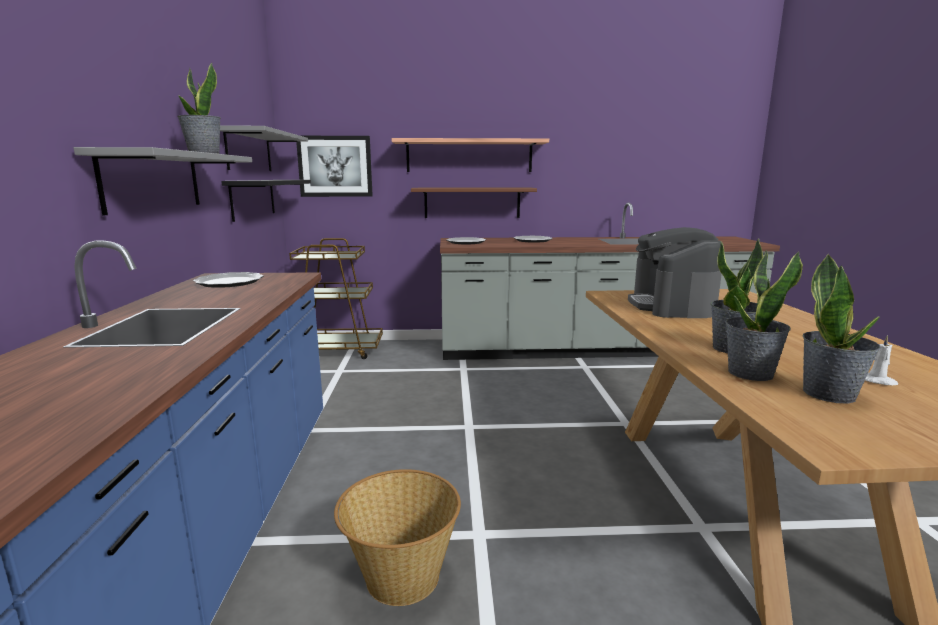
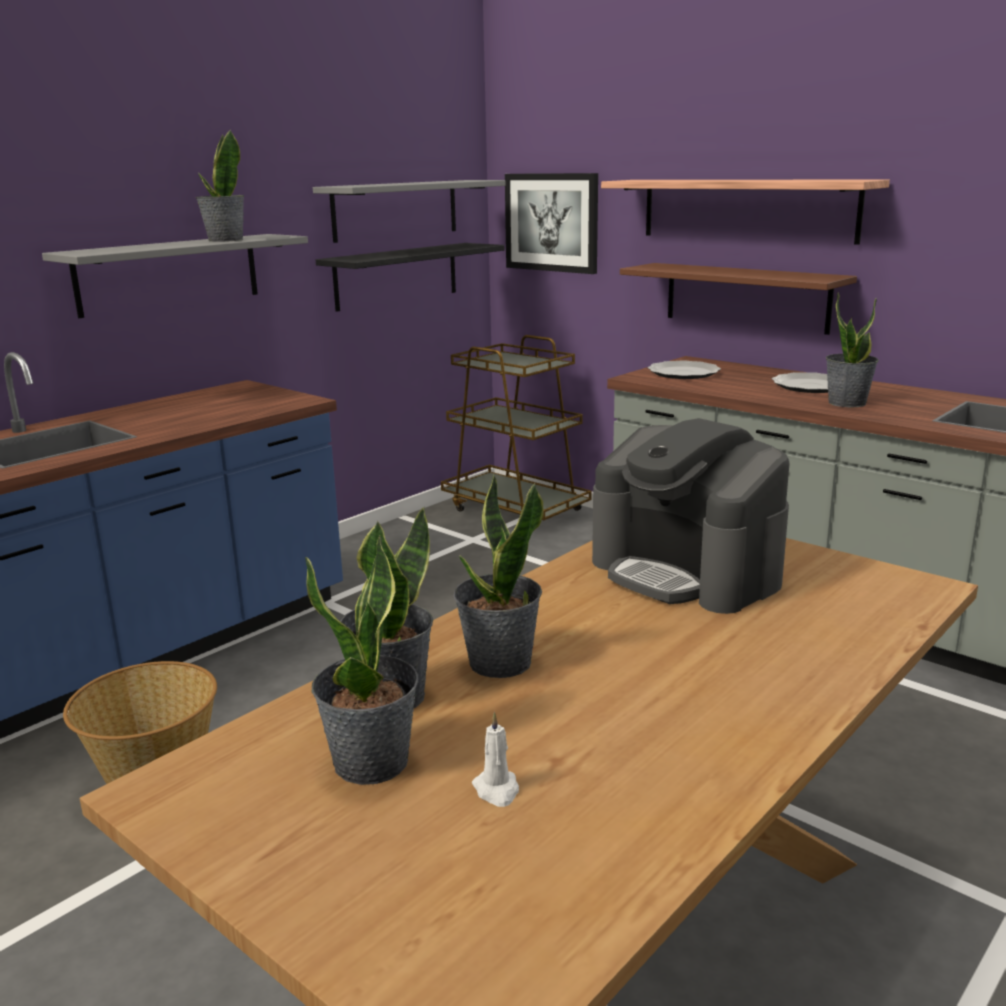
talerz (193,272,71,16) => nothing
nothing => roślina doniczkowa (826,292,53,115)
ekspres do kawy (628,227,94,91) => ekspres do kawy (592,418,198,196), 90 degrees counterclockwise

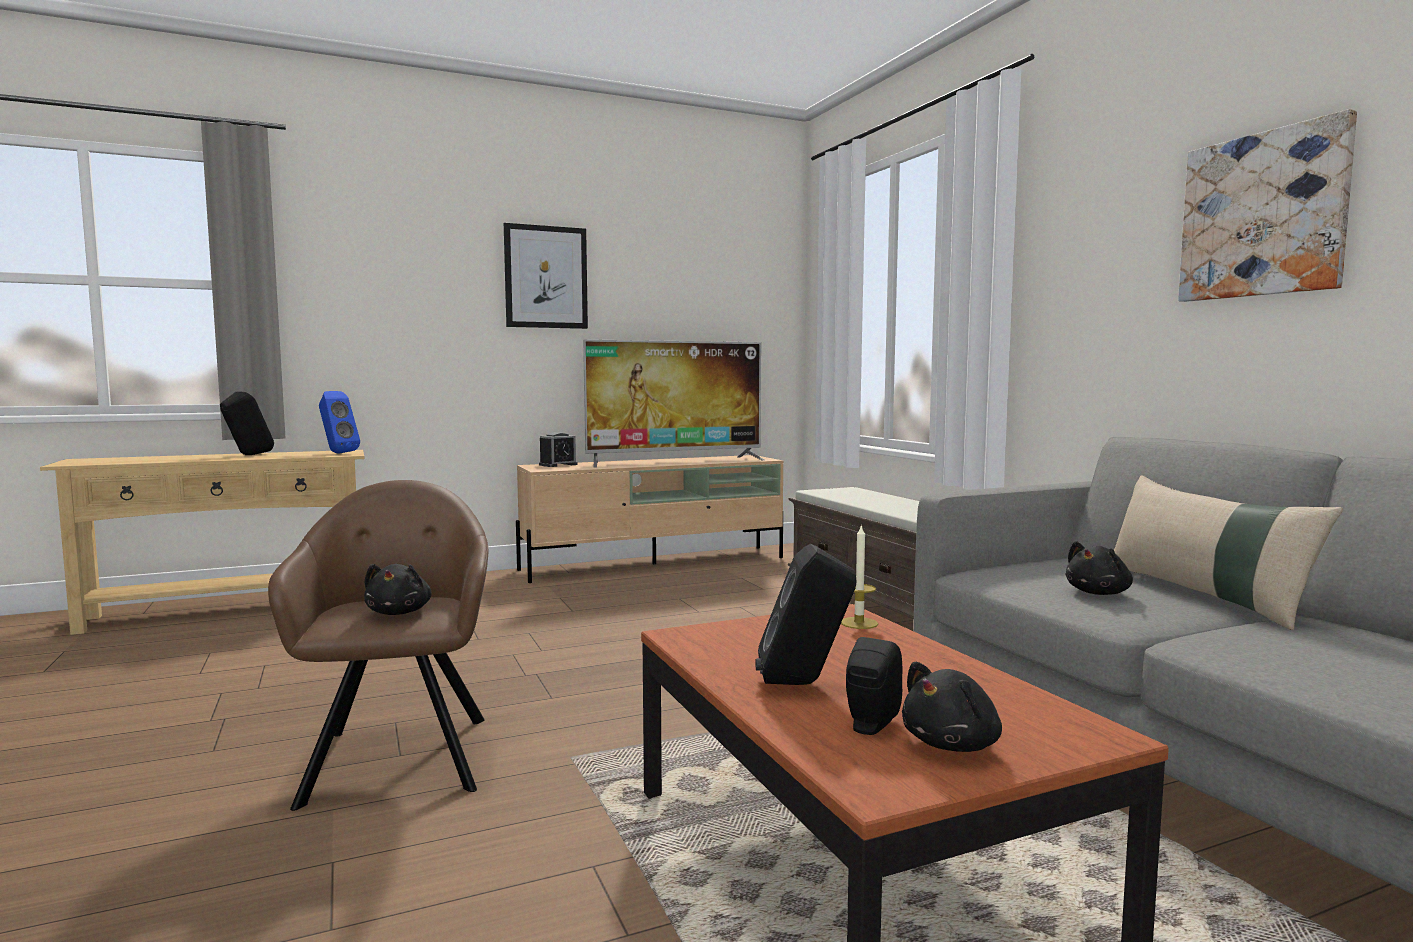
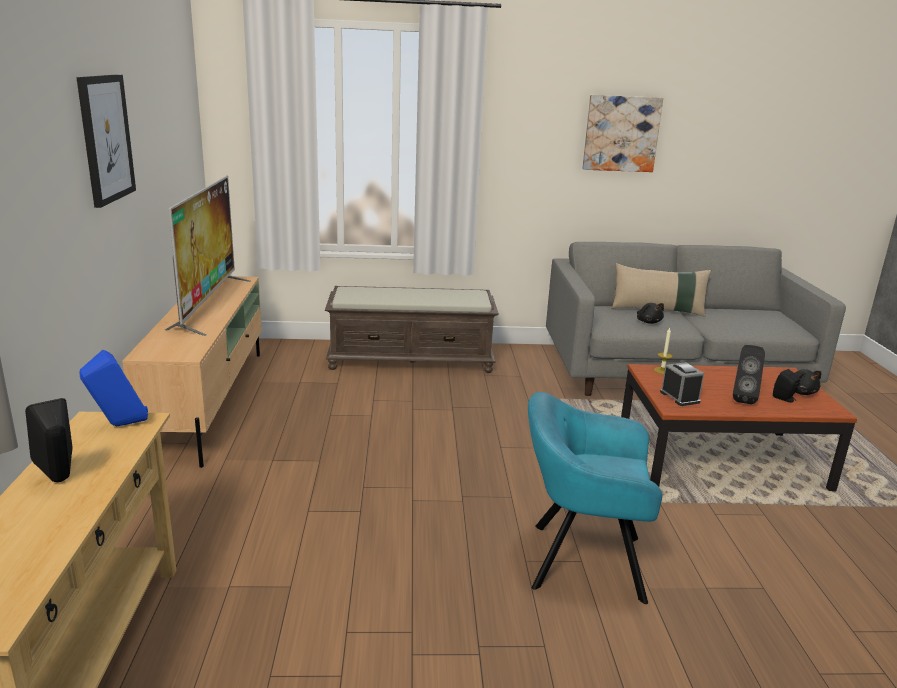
pluszak (czarny) (364,564,68,51) => nothing
budzik (539,432,39,35) => budzik (660,362,44,44), moved
fotel (brązowy) (268,480,220,331) => fotel (turkusowy) (528,392,134,212)

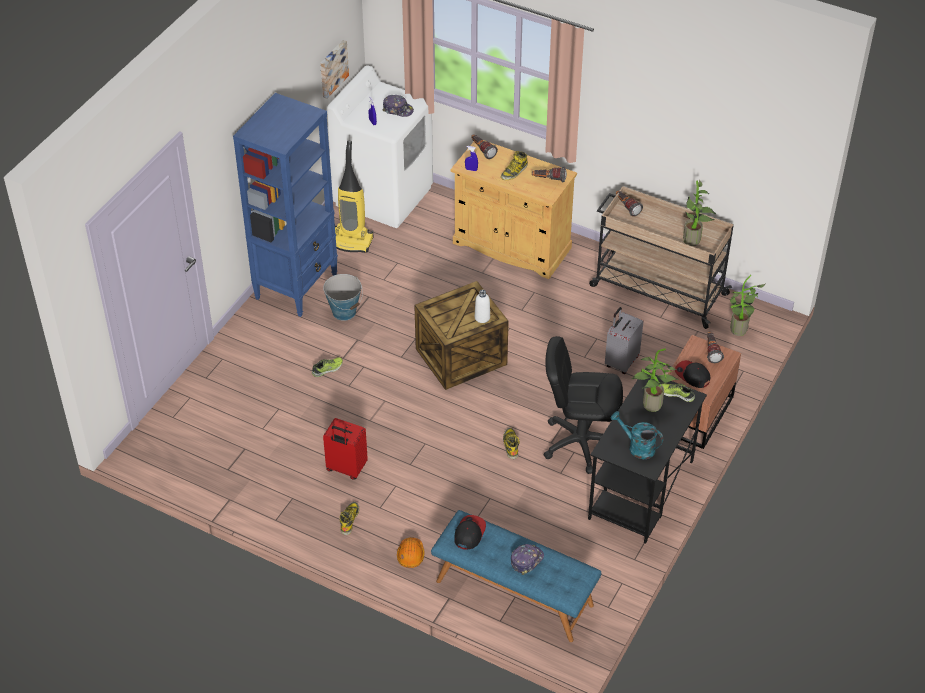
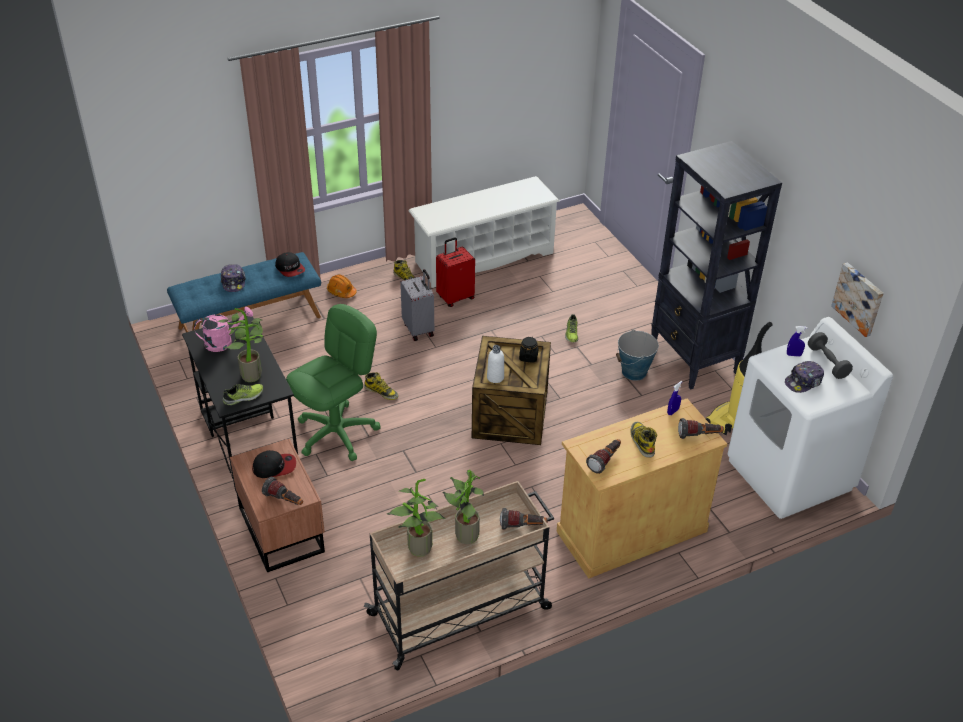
nothing => regał na buty (biały) (408,176,152,112)
nothing => słoik (czarny) (519,337,20,26)
nothing => hantel (szary) (808,332,45,47)
walizka (szary) (605,307,39,67) => walizka (szary) (400,269,34,72), moved
roślina doniczkowa (730,275,35,61) => roślina doniczkowa (442,470,42,74), moved
regał (niebieski) (233,93,105,224) => regał (czarny) (651,141,131,249)
krzesło biurowe (czarny) (544,336,79,138) => krzesło biurowe (zielony) (286,304,95,157)
konewka (turkusowy) (610,411,53,48) => konewka (różowy) (194,307,59,45)

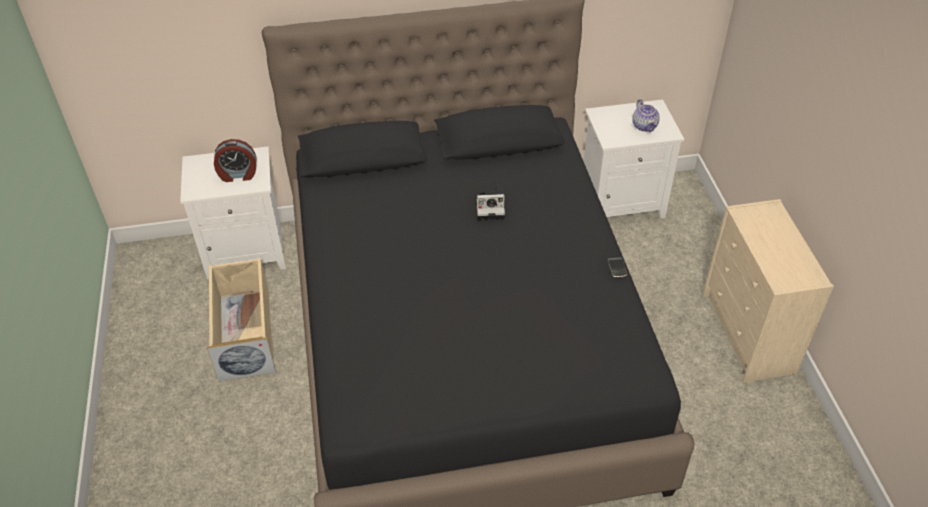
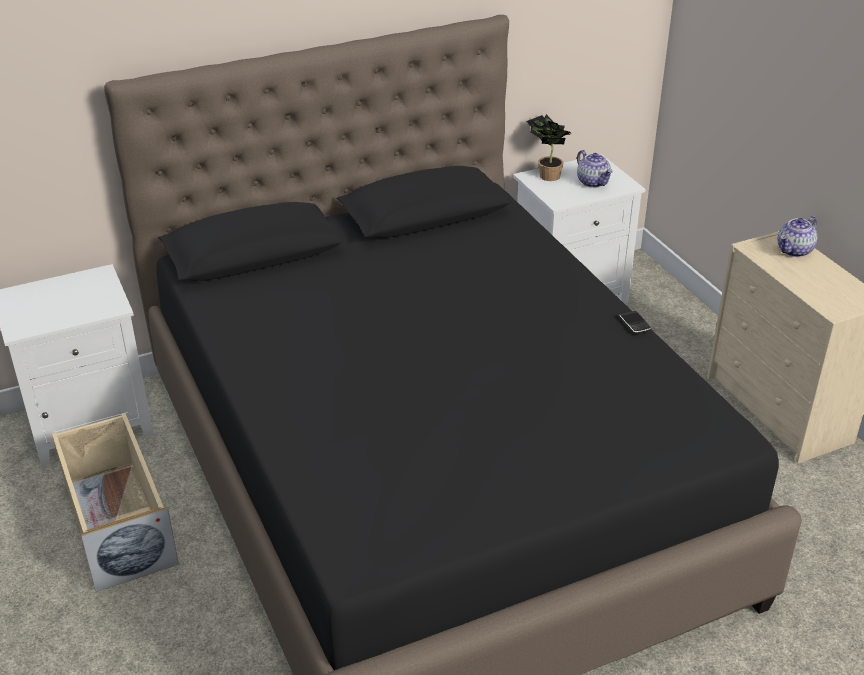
budzik (214,139,43,43) => nothing
aparat fotograficzny (475,184,30,37) => nothing
nothing => roślina doniczkowa (527,114,45,67)
nothing => imbryk (778,216,39,41)

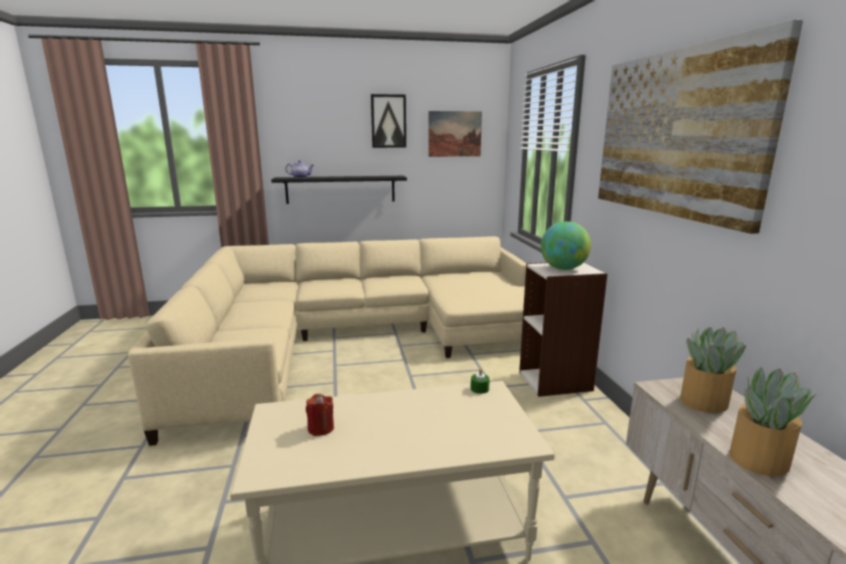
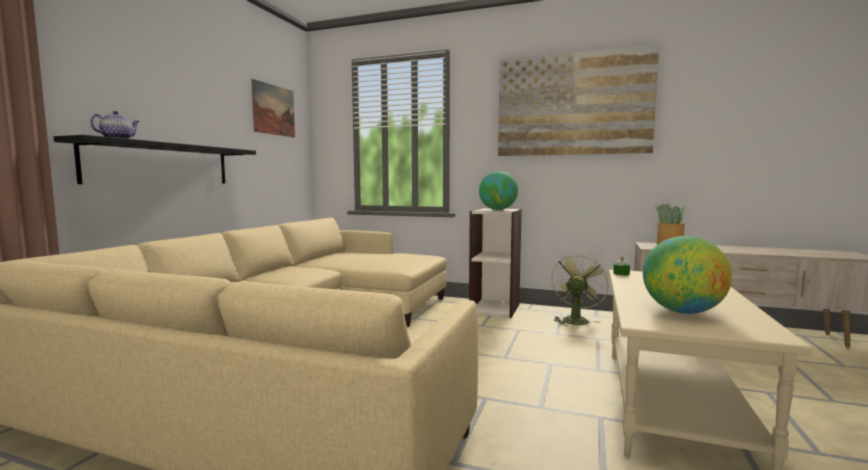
obraz (371,94,35,54) => nothing
roślina doniczkowa (730,367,87,109) => nothing
nothing => wentylator (zielony) (551,254,58,72)
świeca (czerwony) (306,394,28,42) => globus (643,236,89,78)

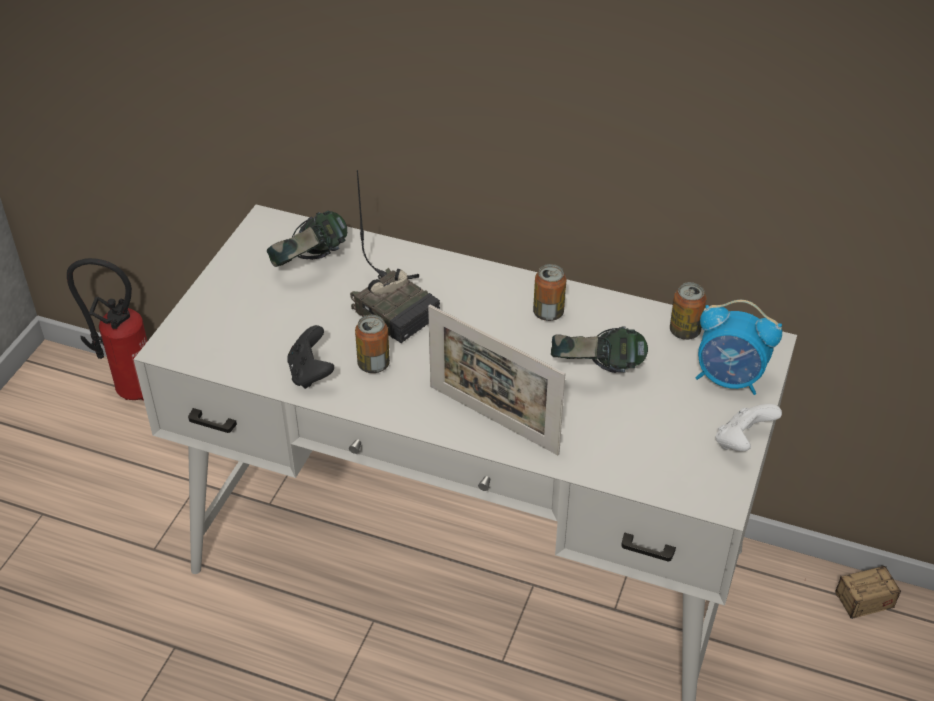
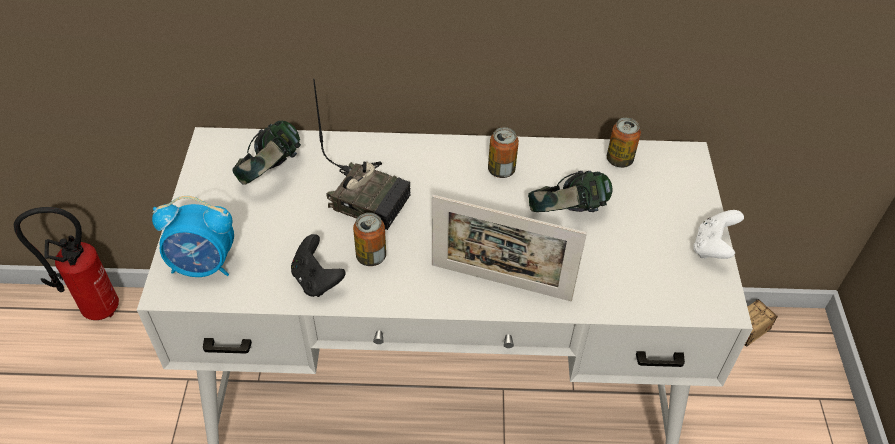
budzik (696,300,86,95) => budzik (152,196,82,81), moved

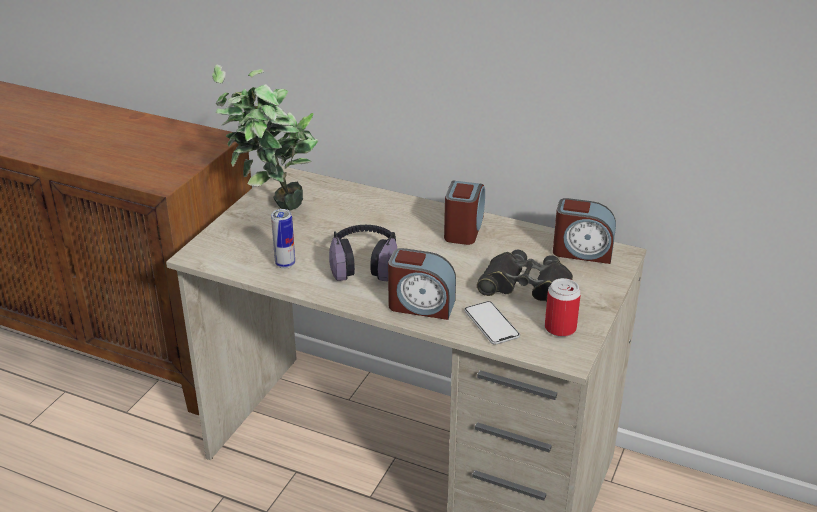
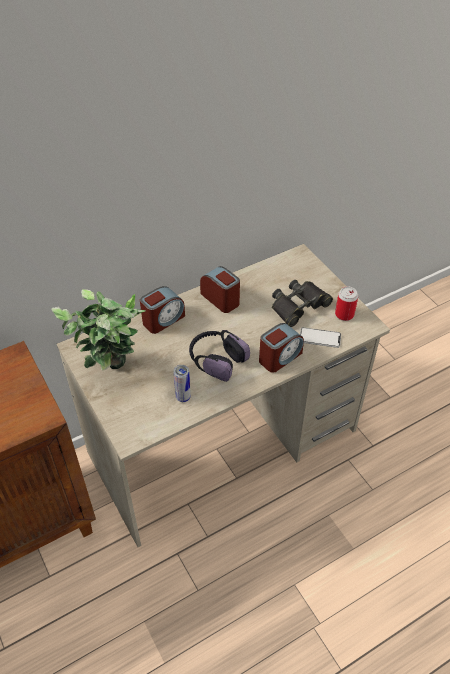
budzik (553,198,63,66) => budzik (140,286,45,48), moved

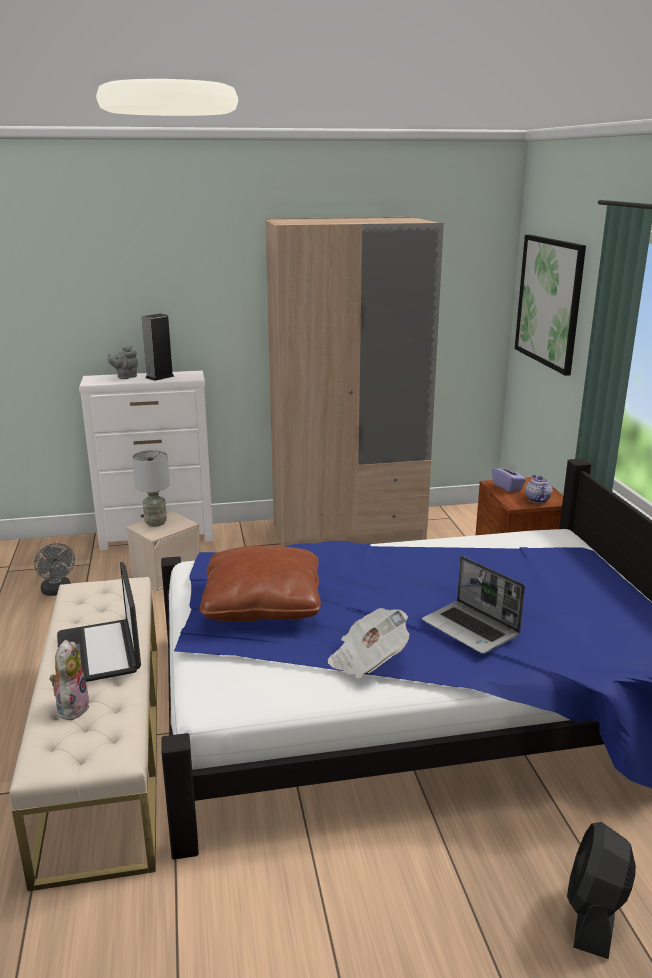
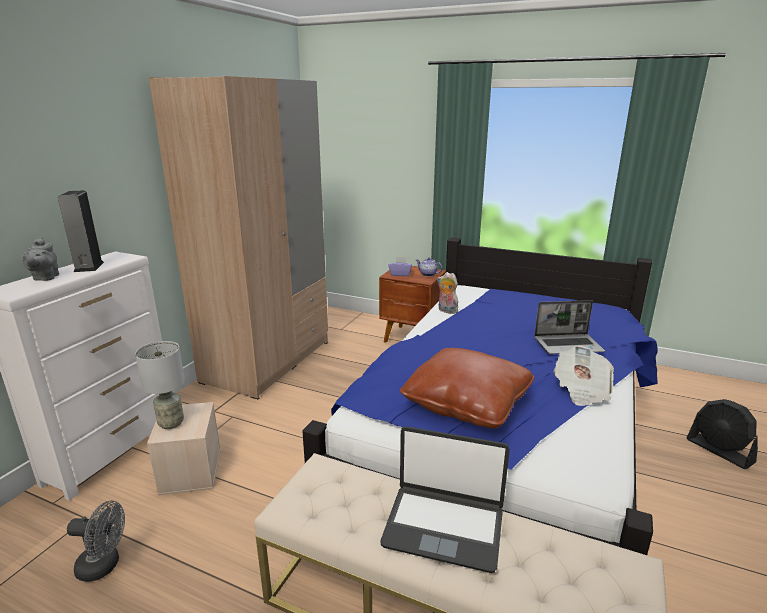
obraz (515,235,71,141) => nothing
pluszak (49,640,41,80) => pluszak (437,272,21,42), moved

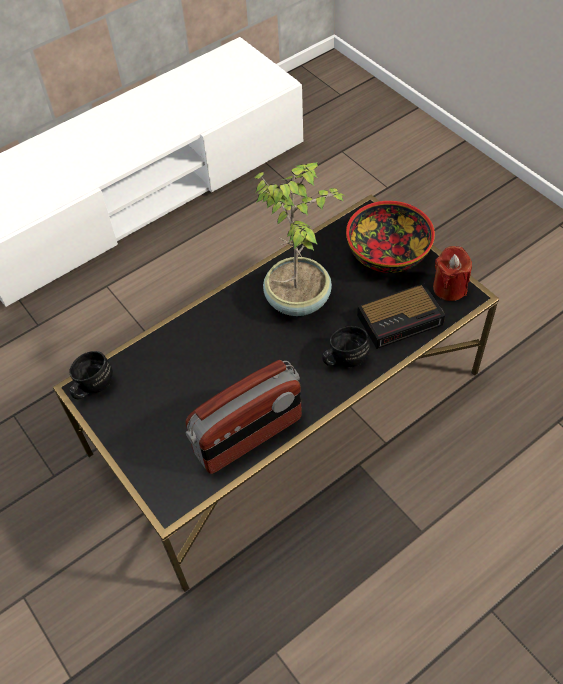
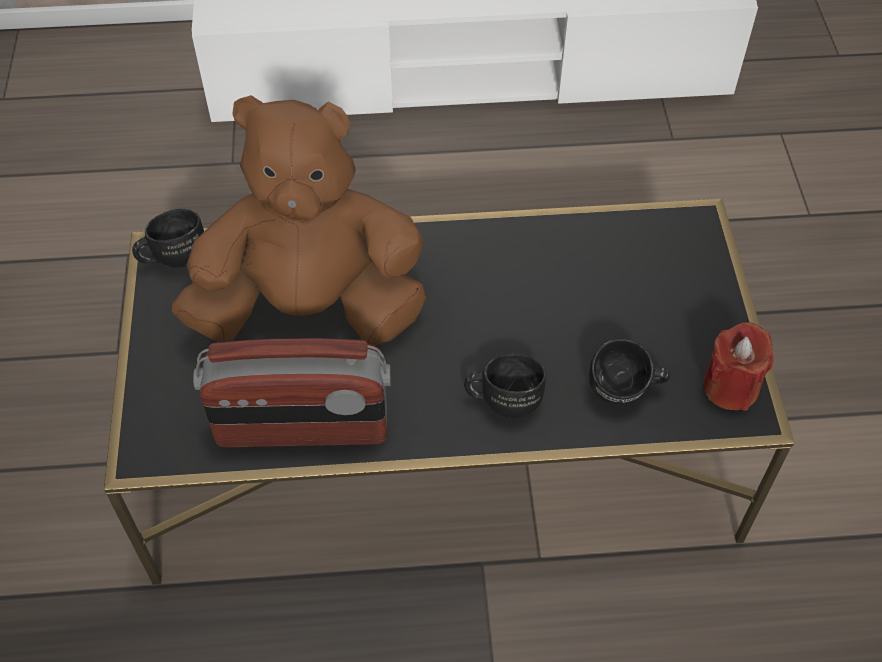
roślina doniczkowa (254,162,92,154) => nothing
miska (346,201,89,72) => nothing
nothing => pluszak (brązowy) (172,95,254,251)
budzik (357,283,88,66) => kubek (czarny) (589,339,81,66)

